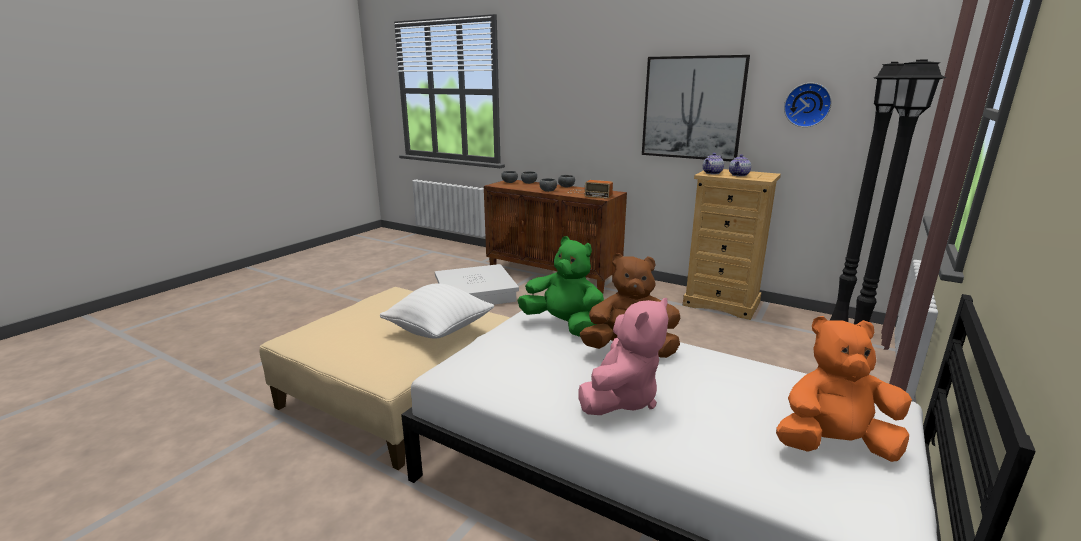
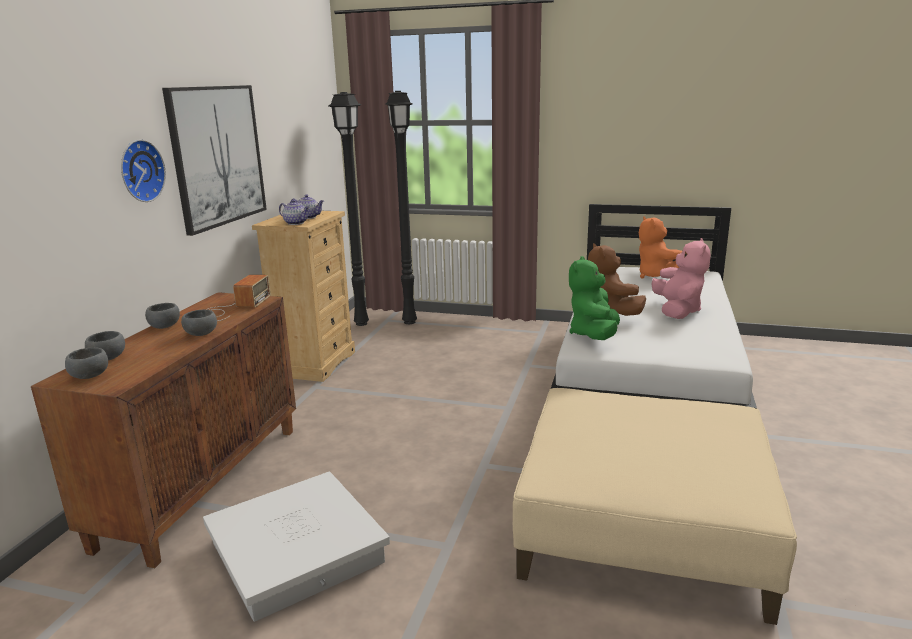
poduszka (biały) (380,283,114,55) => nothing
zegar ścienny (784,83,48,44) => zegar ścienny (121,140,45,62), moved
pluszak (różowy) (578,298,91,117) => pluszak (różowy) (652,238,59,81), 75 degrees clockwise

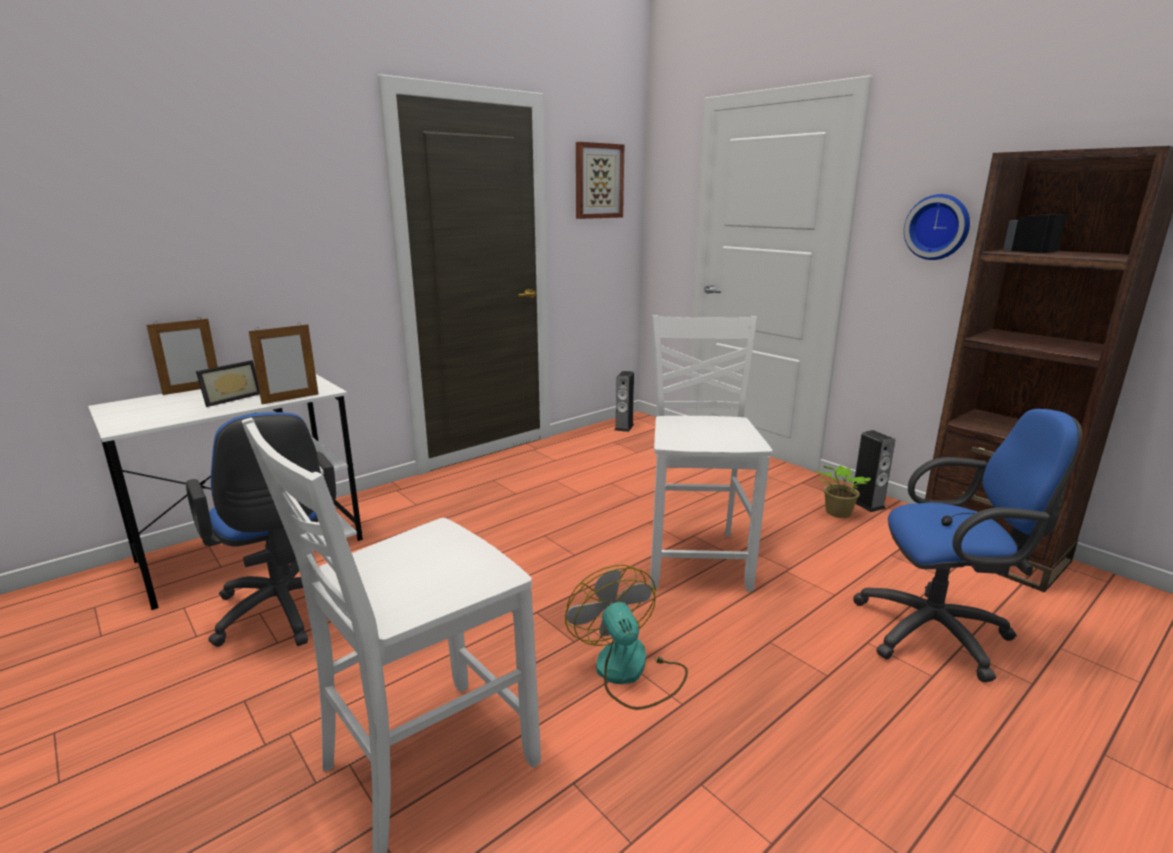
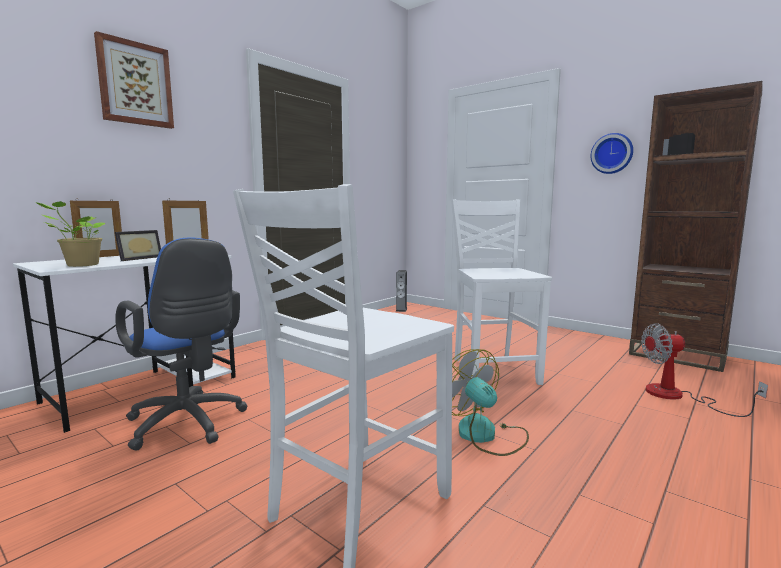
głośnik (853,430,42,82) => nothing
obraz (576,142,48,77) => obraz (94,31,80,98), moved
roślina doniczkowa (816,465,55,53) => roślina doniczkowa (36,201,69,66), moved
krzesło biurowe (niebieski) (853,409,229,273) => wentylator (641,323,127,94)

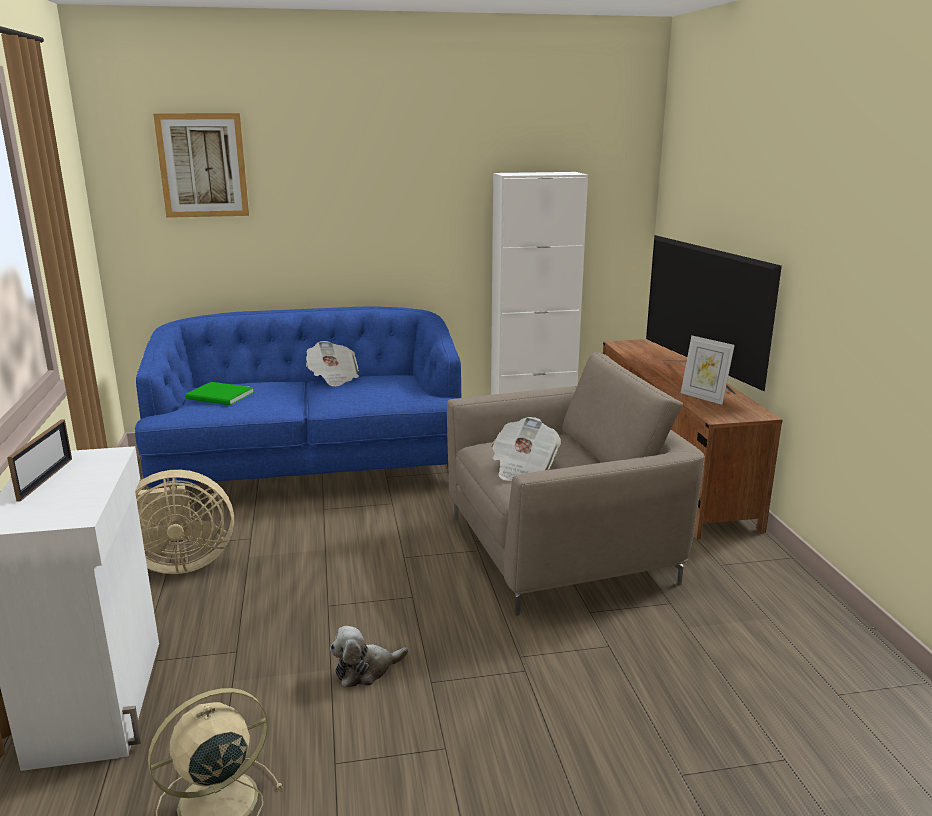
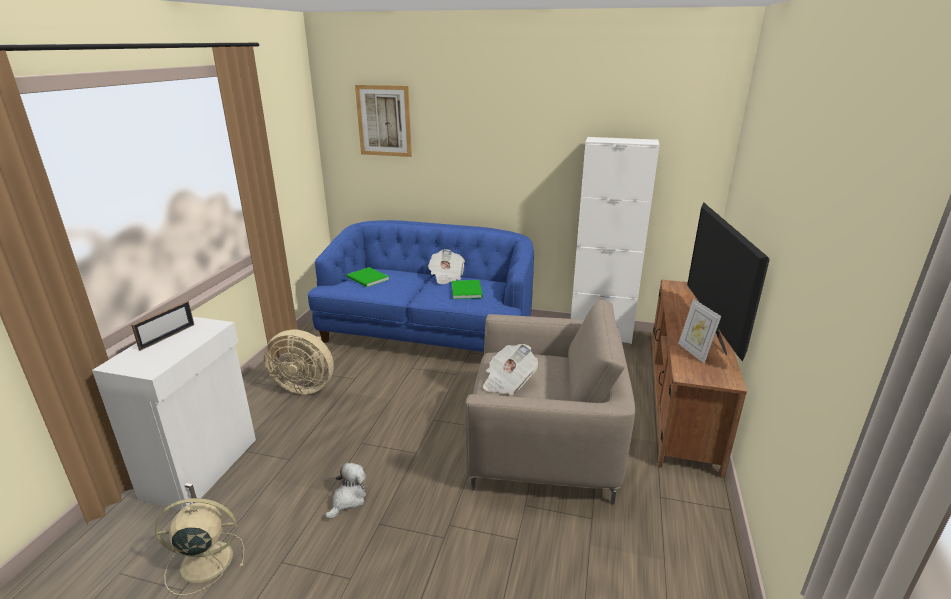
nothing => książka (zielony) (452,280,31,19)
pluszak (330,626,79,62) => pluszak (325,463,41,56), 120 degrees clockwise

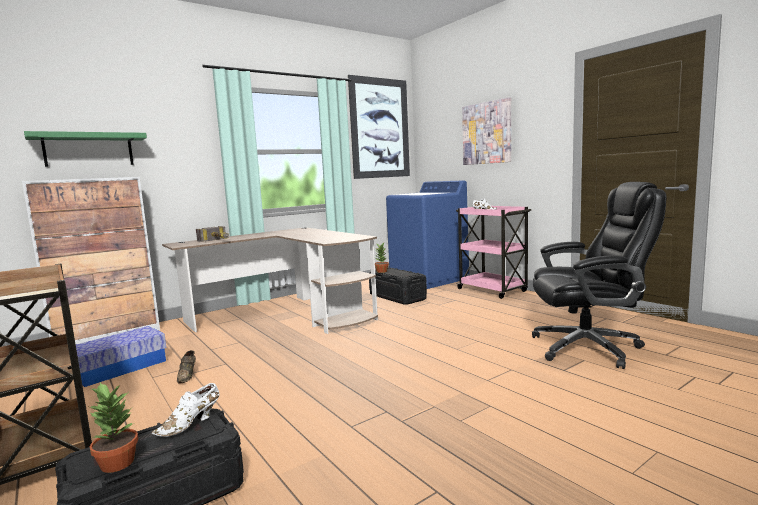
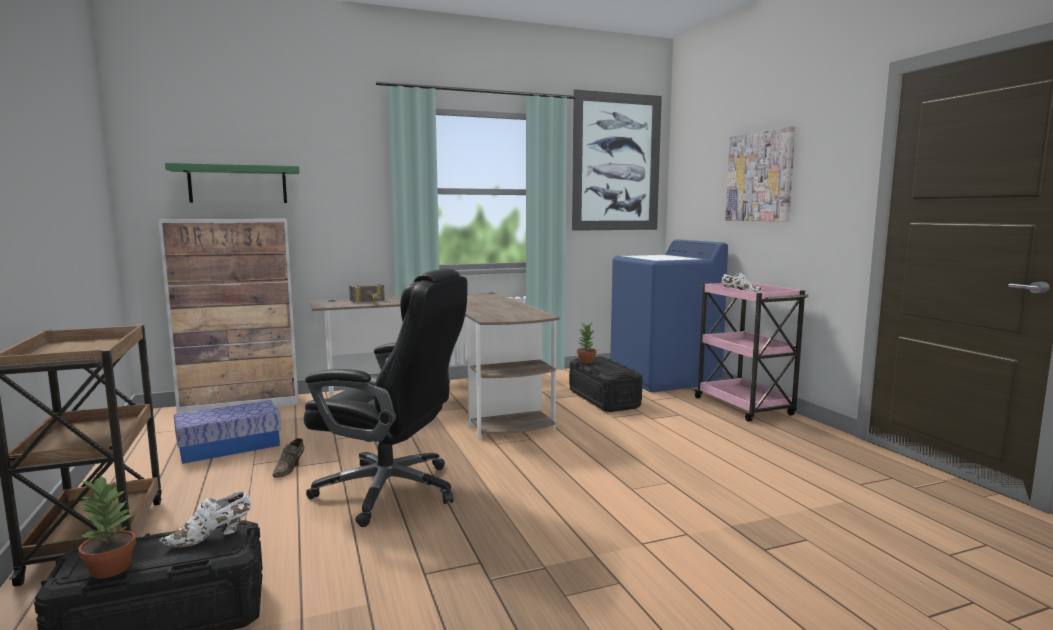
krzesło biurowe (czarny) (532,182,134,187) => krzesło biurowe (czarny) (304,268,164,259), moved

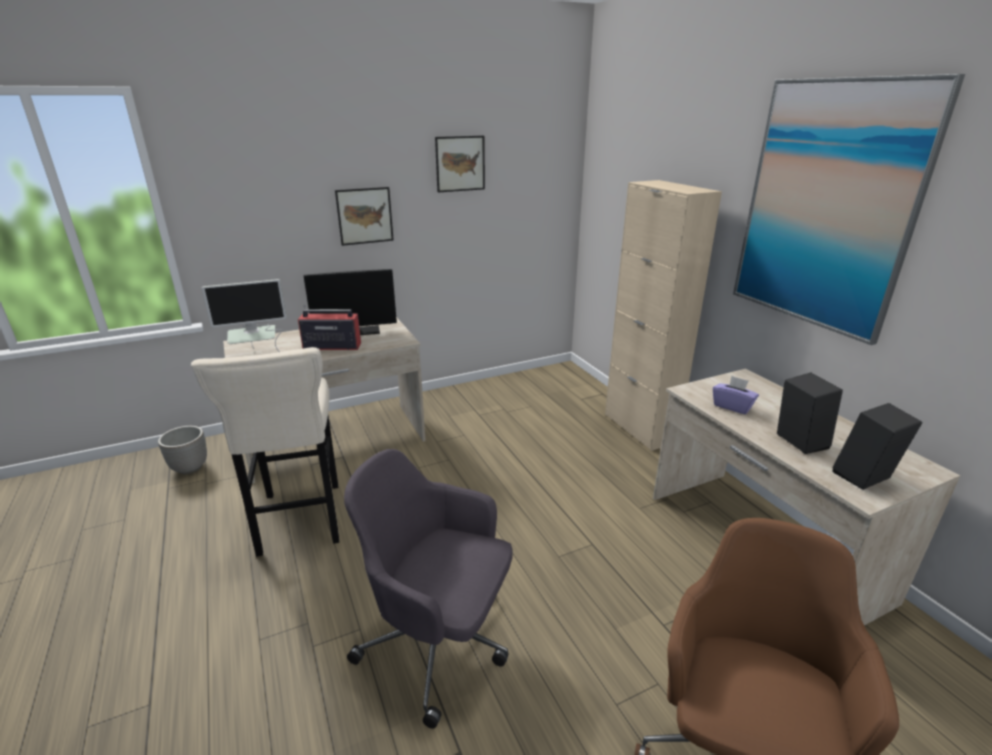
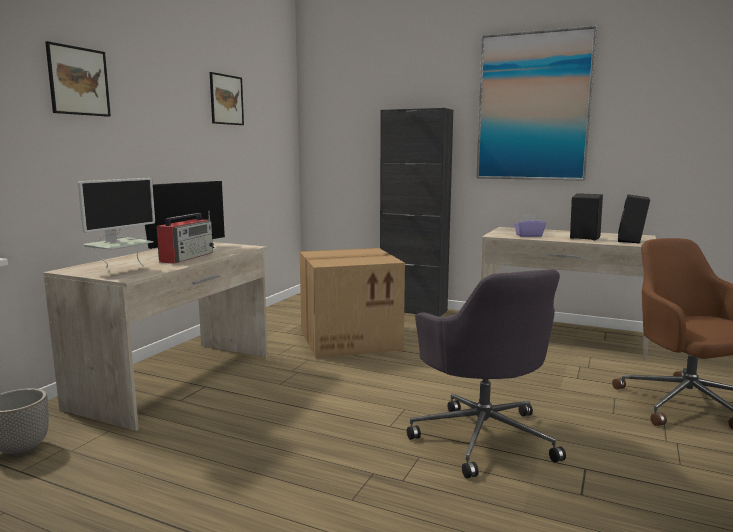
stołek (beżowy) (191,347,148,210) => nothing
nothing => karton (300,248,105,111)
obraz (335,187,59,59) => obraz (45,41,66,76), moved
szafka (beżowy) (605,180,117,271) => szafka (czarny) (380,108,73,209)
radio (298,304,63,46) => radio (156,211,58,53), 150 degrees clockwise
krzesło biurowe (szary) (344,449,169,280) => krzesło biurowe (szary) (407,269,159,209), 90 degrees counterclockwise

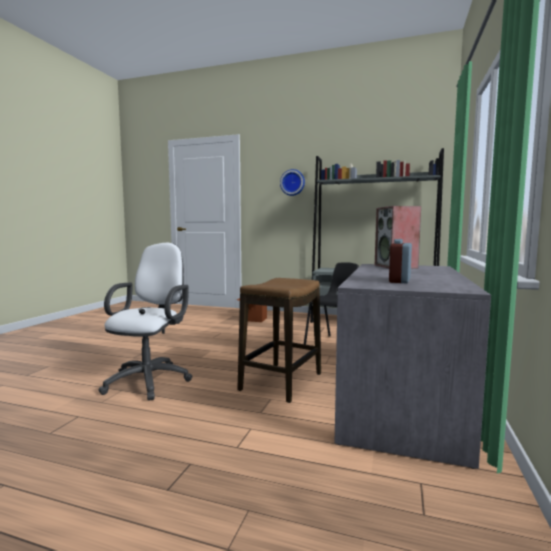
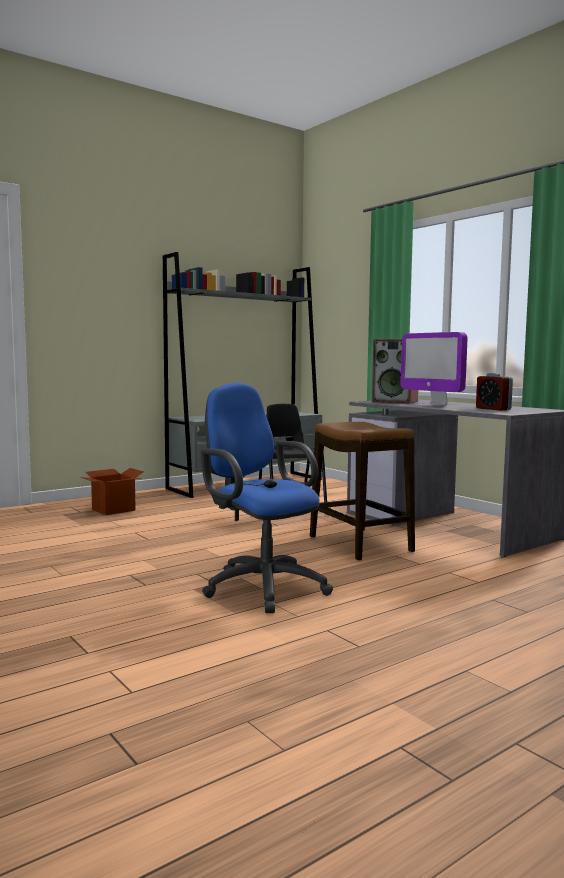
zegar ścienny (280,169,25,27) => nothing
nothing => monitor (401,332,66,75)
krzesło biurowe (biały) (99,243,93,158) => krzesło biurowe (niebieski) (201,383,132,230)

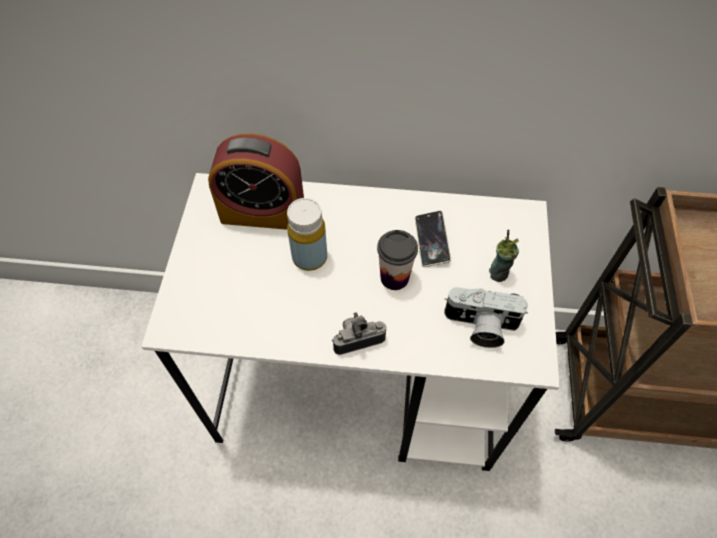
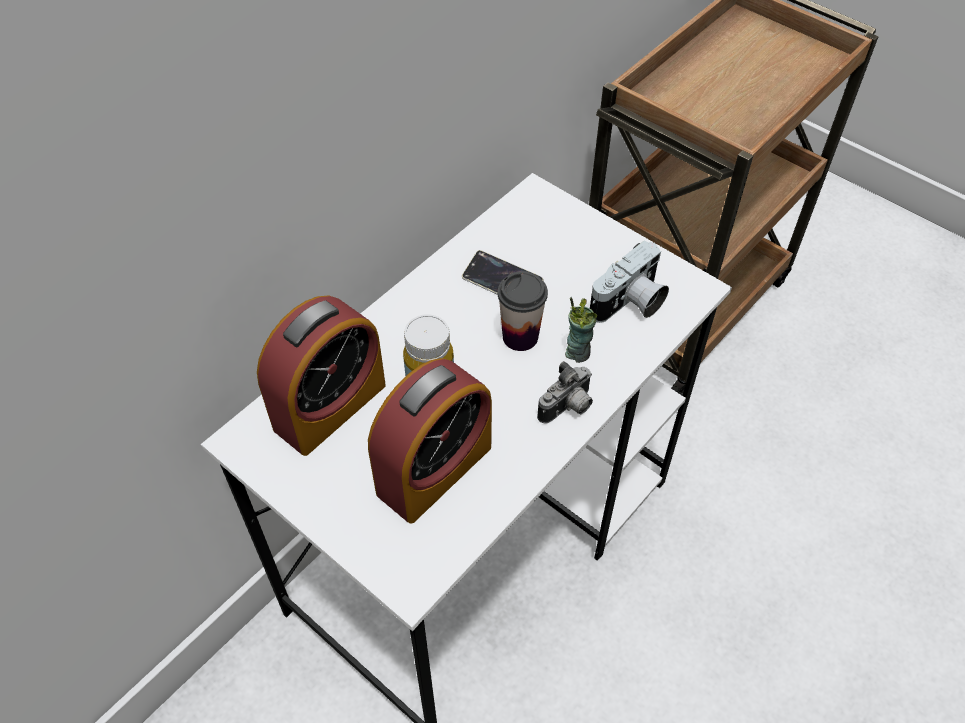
nothing => budzik (368,358,124,165)
filiżanka (489,229,30,53) => filiżanka (565,297,32,66), moved
aparat fotograficzny (332,312,54,43) => aparat fotograficzny (537,361,56,63), 150 degrees counterclockwise

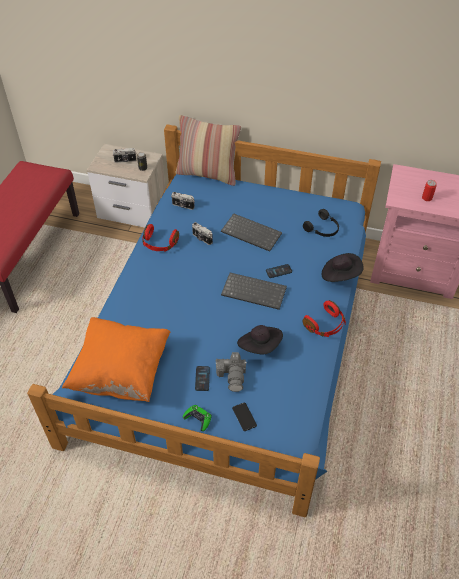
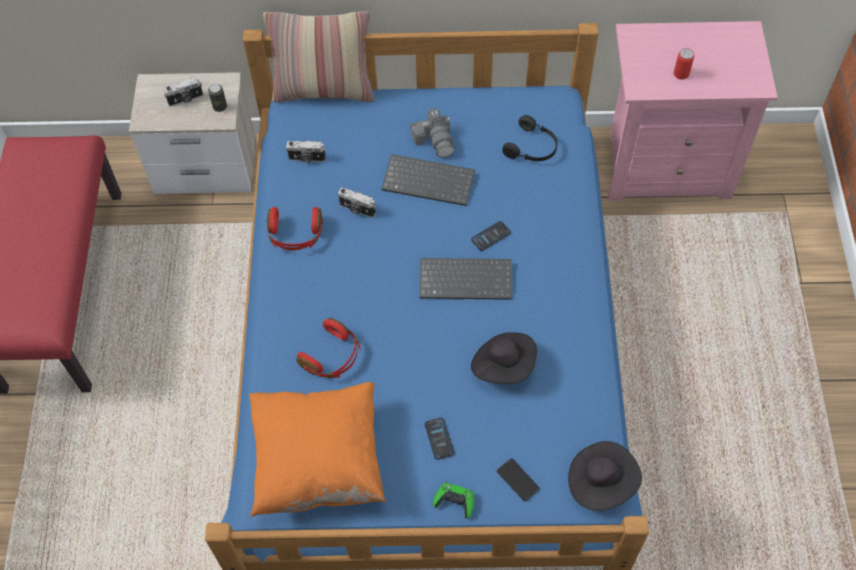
aparat fotograficzny (216,352,31,40) => aparat fotograficzny (410,108,45,49), moved
słuchawki (czerwony) (302,300,44,37) => słuchawki (czerwony) (296,318,65,60), moved
kapelusz (czarny) (322,253,42,29) => kapelusz (czarny) (568,441,74,70), moved

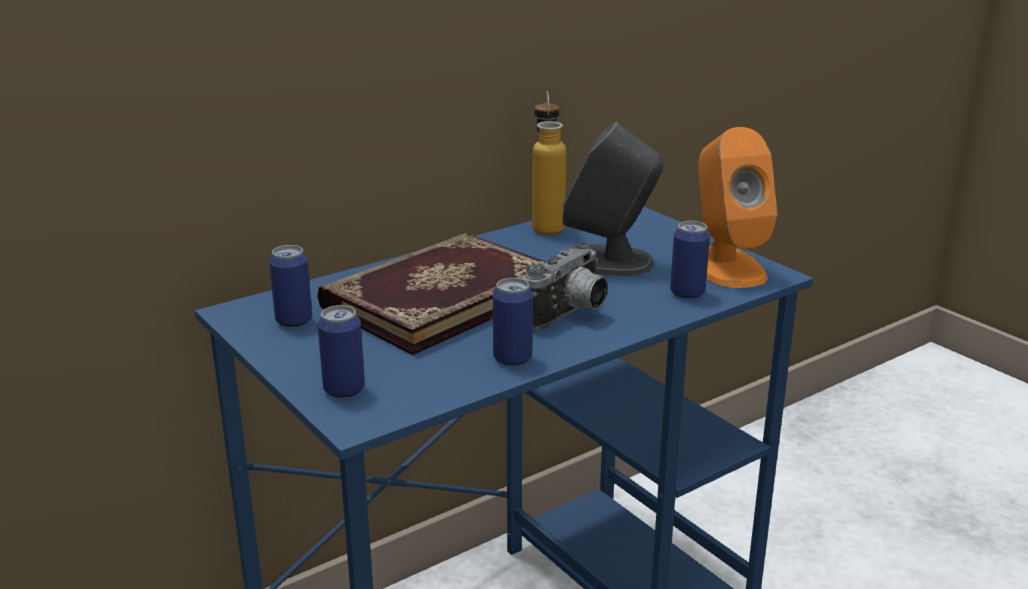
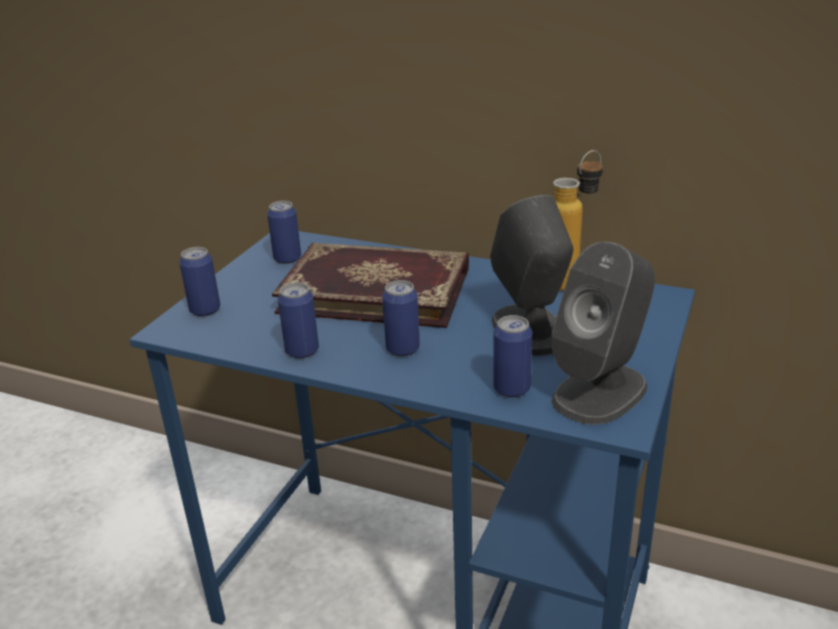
aparat fotograficzny (523,242,85,88) => puszka (382,280,38,77)
głośnik (pomarańczowy) (698,127,80,161) => głośnik (szary) (551,242,104,183)

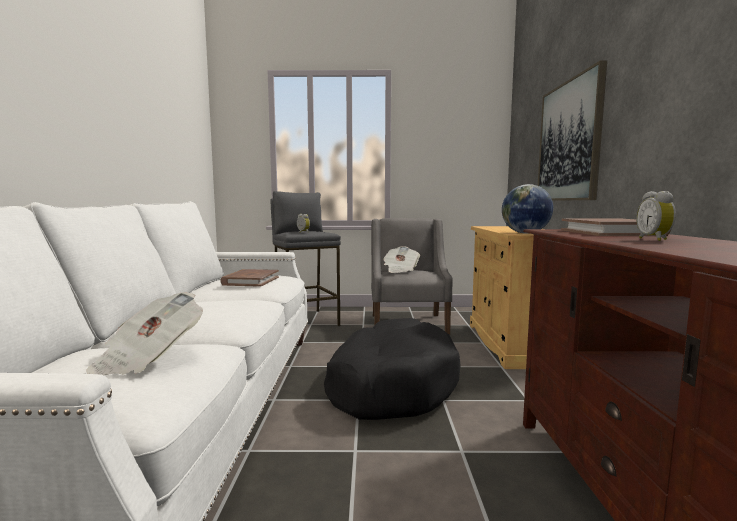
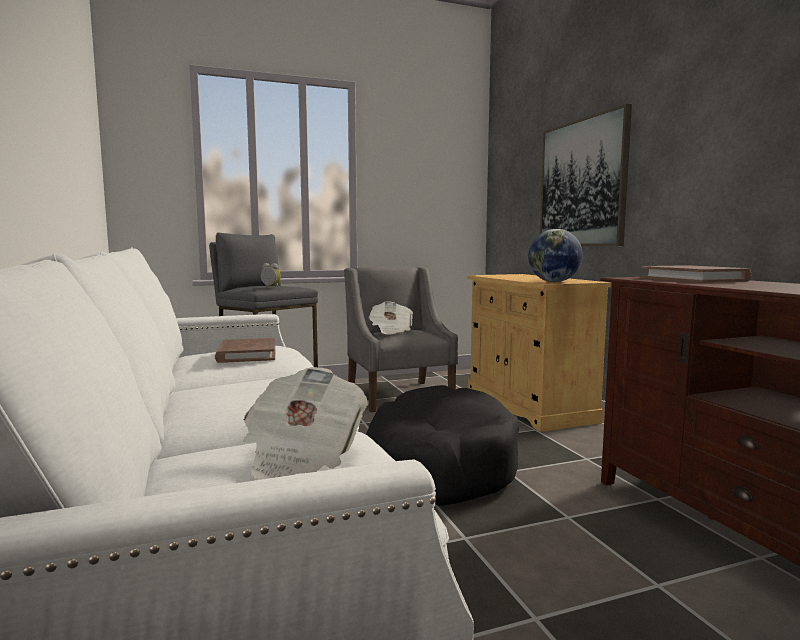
budzik (636,191,40,50) => nothing

